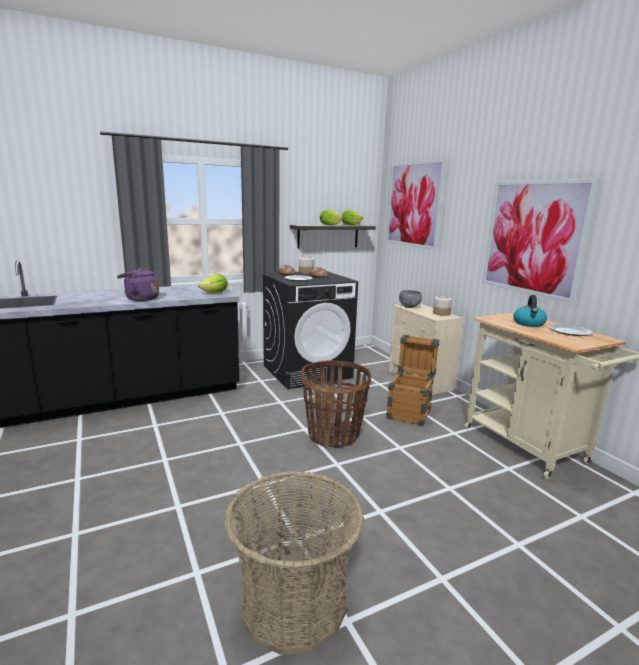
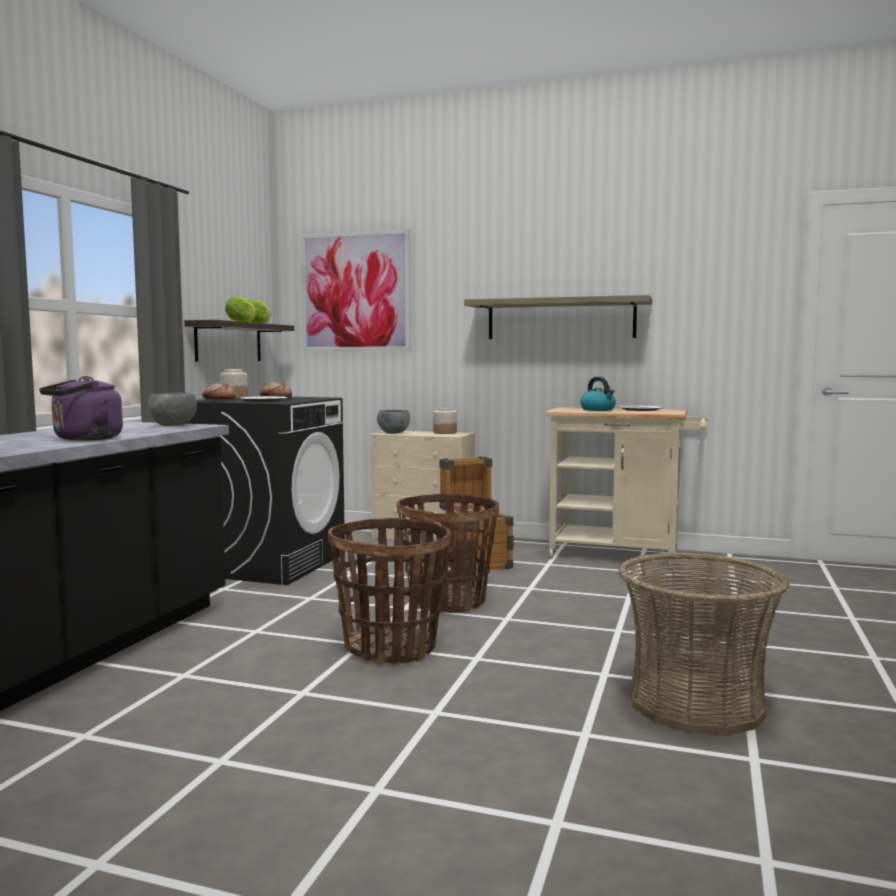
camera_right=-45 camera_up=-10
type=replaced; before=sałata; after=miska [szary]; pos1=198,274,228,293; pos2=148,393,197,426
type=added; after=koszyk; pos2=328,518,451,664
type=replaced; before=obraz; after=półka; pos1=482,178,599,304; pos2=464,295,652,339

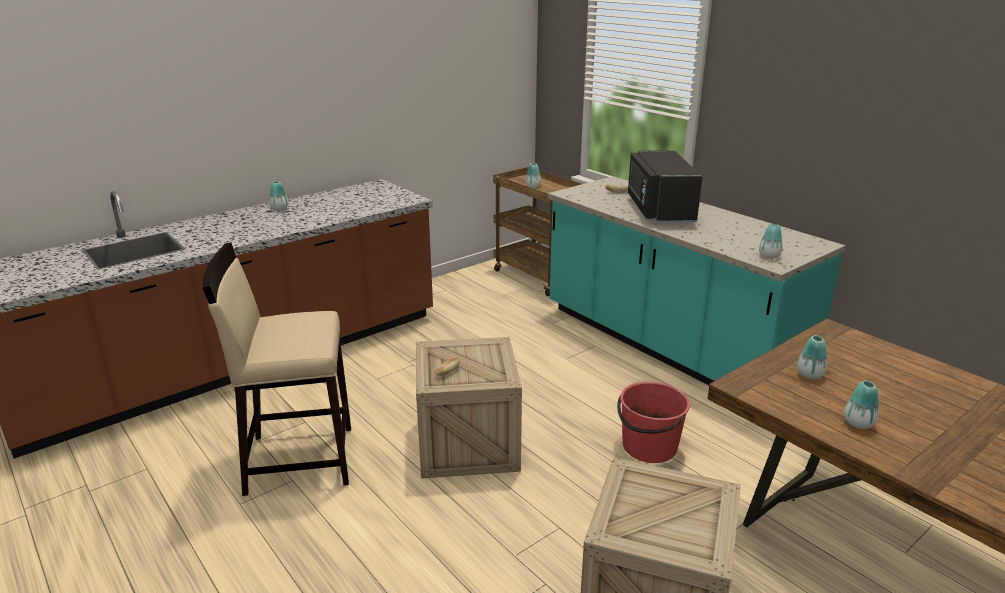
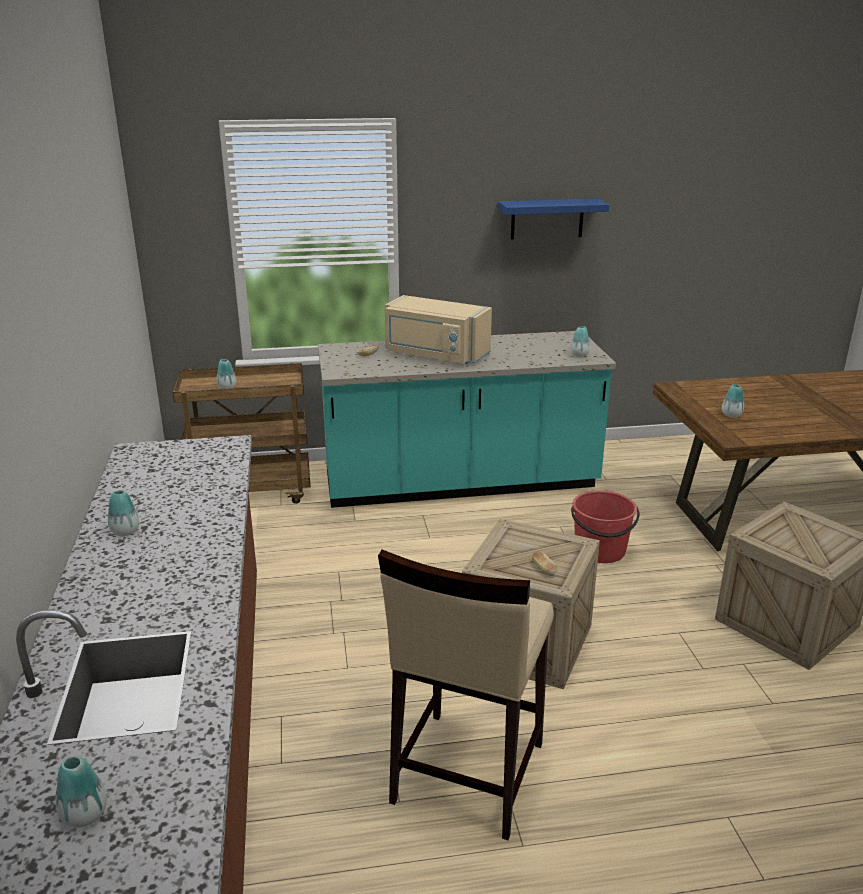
camera_right=-60 camera_up=0
type=moved; before=wazon; pos1=844,381,879,429; pos2=55,756,107,828
type=recoloured; before=mikrofalówka [czarny]; after=mikrofalówka [beżowy]; pos1=628,150,702,223; pos2=385,295,492,364
type=added; after=półka [niebieski]; pos2=498,199,610,239

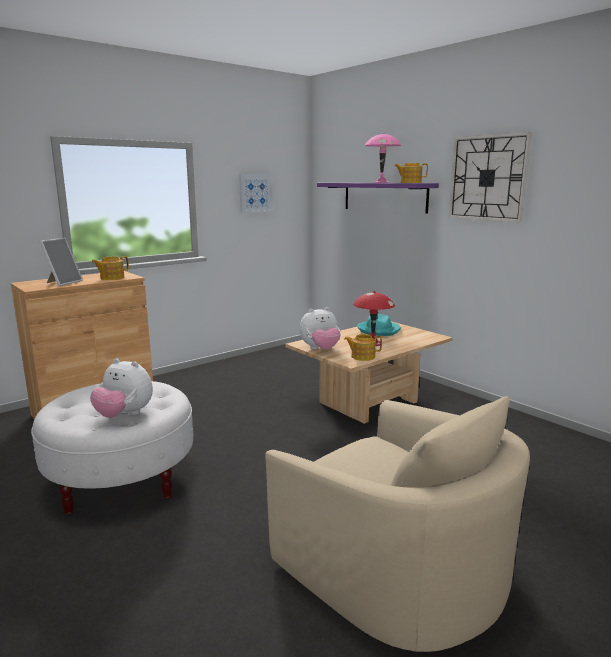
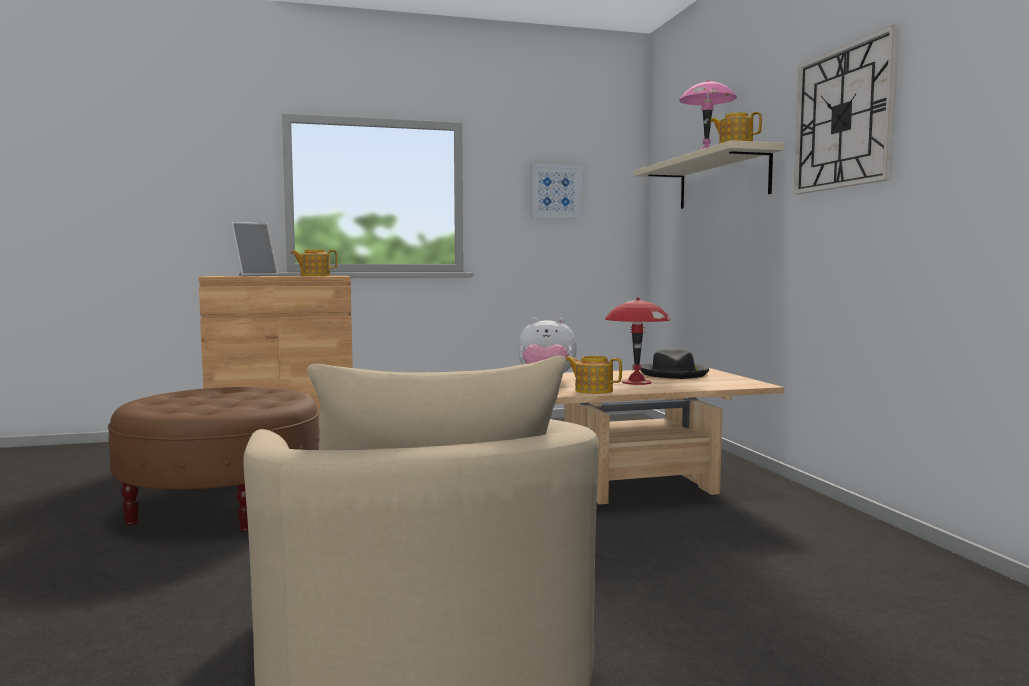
camera_right=25 camera_up=-10
type=recoloured; before=pufa [biały]; after=pufa [brązowy]; pos1=31,381,193,515; pos2=108,387,320,531
type=recoloured; before=półka [fioletowy]; after=półka [beżowy]; pos1=317,183,439,214; pos2=634,140,784,209
type=recoloured; before=kapelusz [turkusowy]; after=kapelusz [czarny]; pos1=357,314,401,336; pos2=639,349,709,379
type=removed; before=pluszak; pos1=90,358,153,418

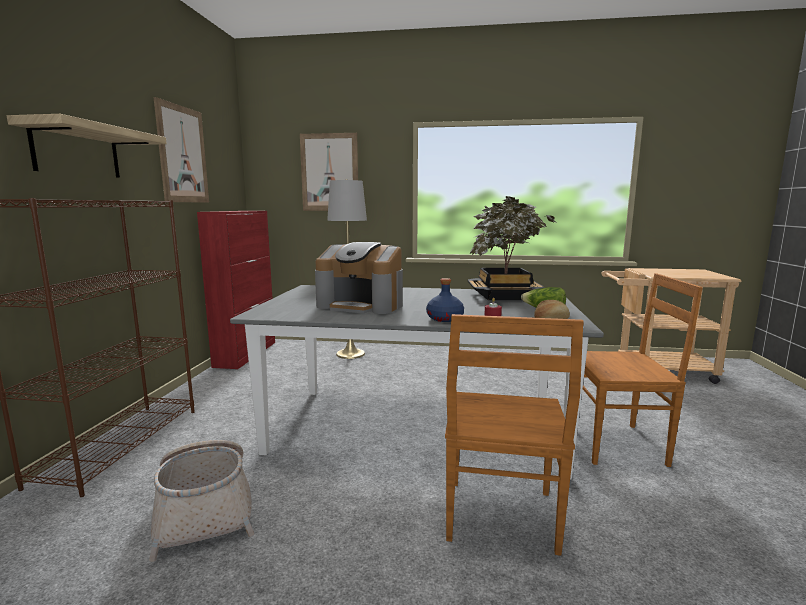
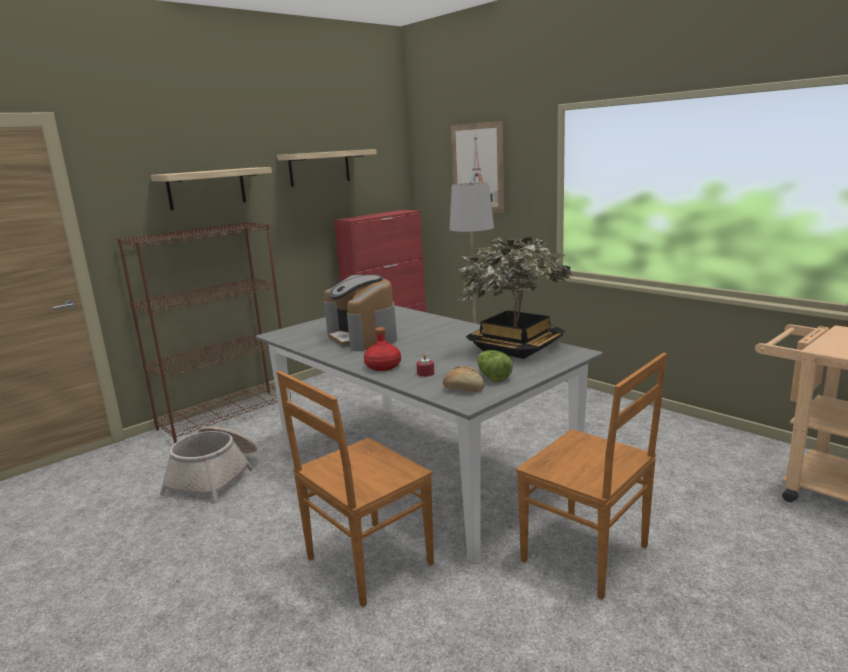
camera_right=40 camera_up=5
type=replaced; before=obraz; after=półka; pos1=154,97,209,203; pos2=277,149,377,187
type=recoloured; before=butelka [niebieski]; after=butelka [czerwony]; pos1=426,278,464,322; pos2=364,327,401,371

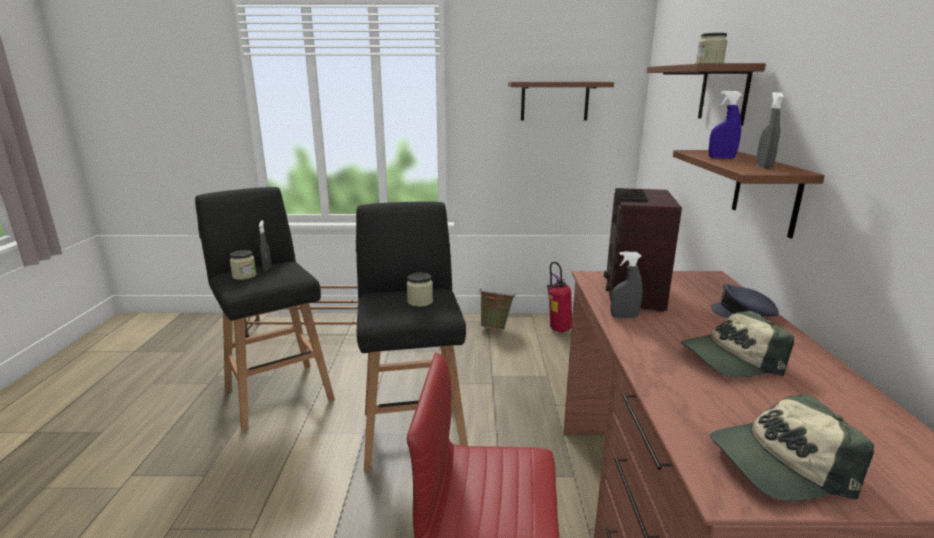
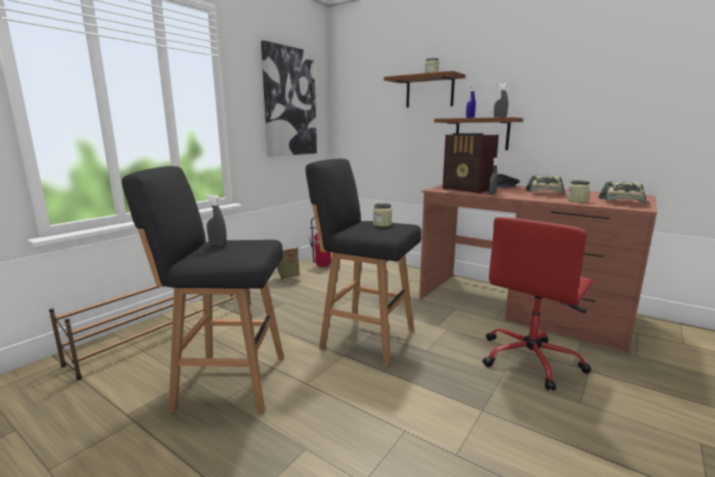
camera_right=-55 camera_up=-5
type=replaced; before=półka [brązowy]; after=obraz; pos1=508,82,614,121; pos2=261,40,317,157
type=moved; before=słoik; pos1=230,250,257,280; pos2=567,180,590,202

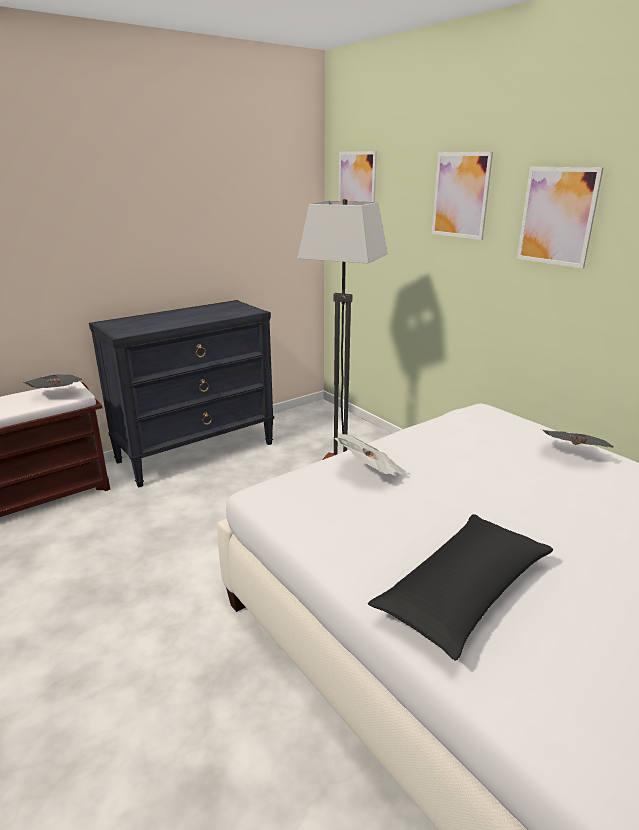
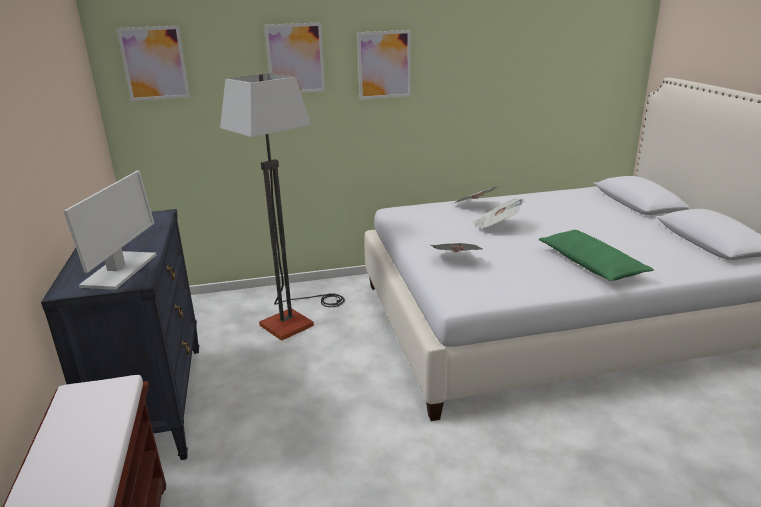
camera_right=-65 camera_up=0
type=added; after=monitor; pos2=63,170,156,290
type=moved; before=gazeta; pos1=23,374,82,388; pos2=473,198,525,229
type=recoloured; before=poduszka [czarny]; after=poduszka [zielony]; pos1=368,514,553,660; pos2=539,230,654,281

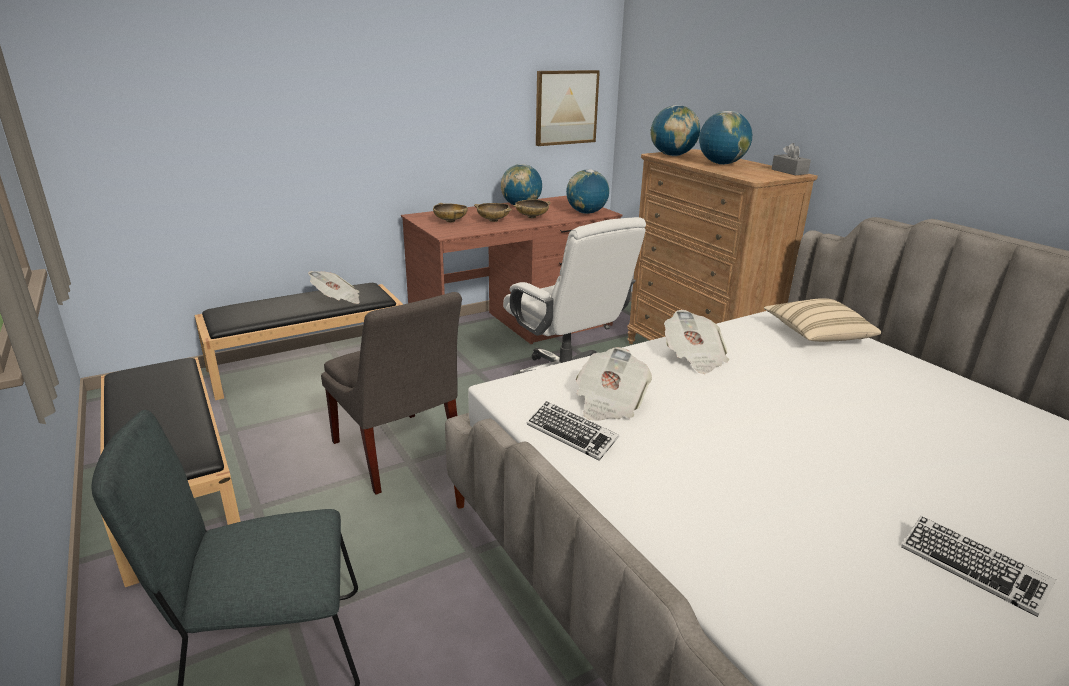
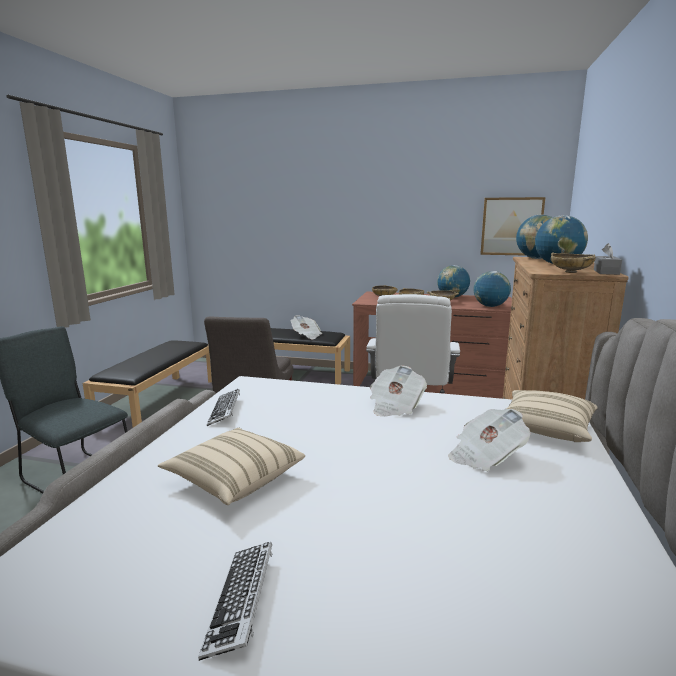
camera_right=45 camera_up=-10
type=added; after=poduszka [beżowy]; pos2=158,427,305,505
type=moved; before=gazeta; pos1=576,347,652,421; pos2=448,409,530,471
type=added; after=miska [beżowy]; pos2=551,253,596,273

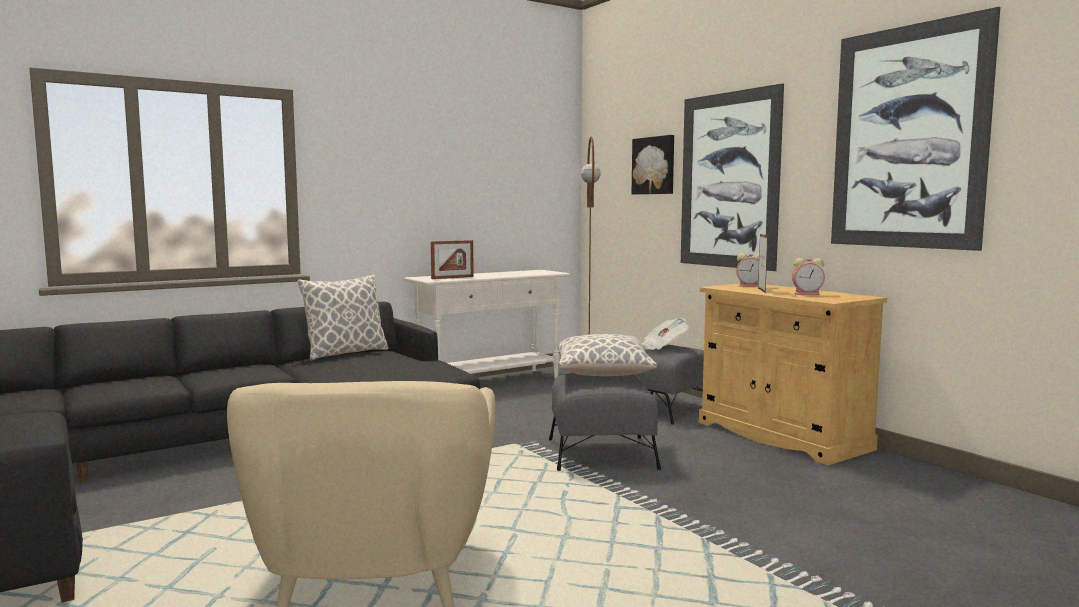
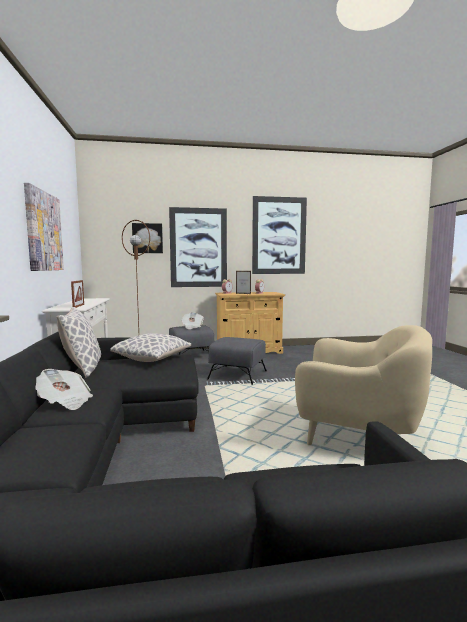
camera_right=-65 camera_up=0
type=added; after=obraz; pos2=24,183,64,271
type=added; after=gazeta; pos2=35,369,93,410
type=moved; before=poduszka; pos1=558,334,657,376; pos2=110,333,191,362

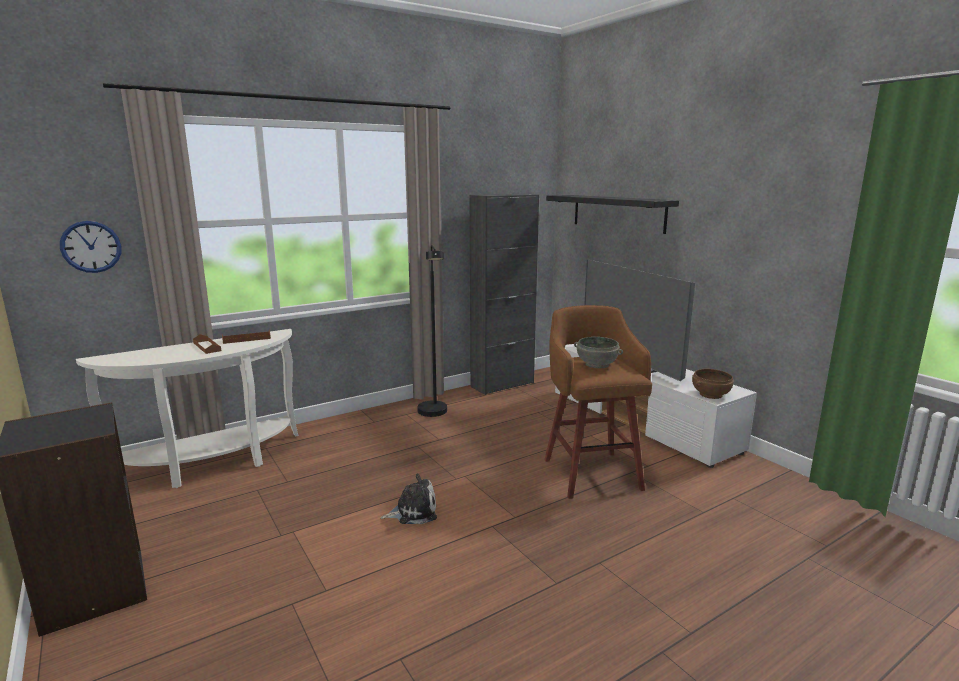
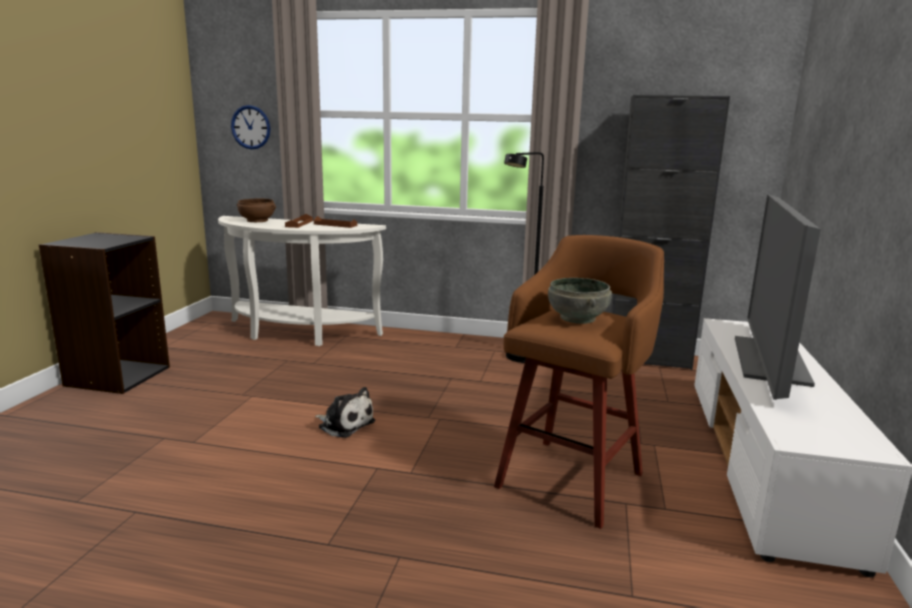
camera_right=45 camera_up=0
type=moved; before=miska [brązowy]; pos1=692,369,734,399; pos2=237,199,276,222
type=removed; before=półka [czarny]; pos1=546,195,679,234

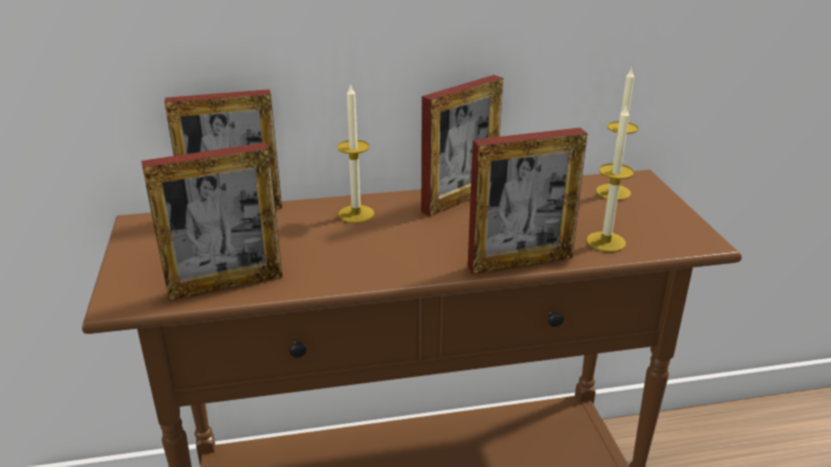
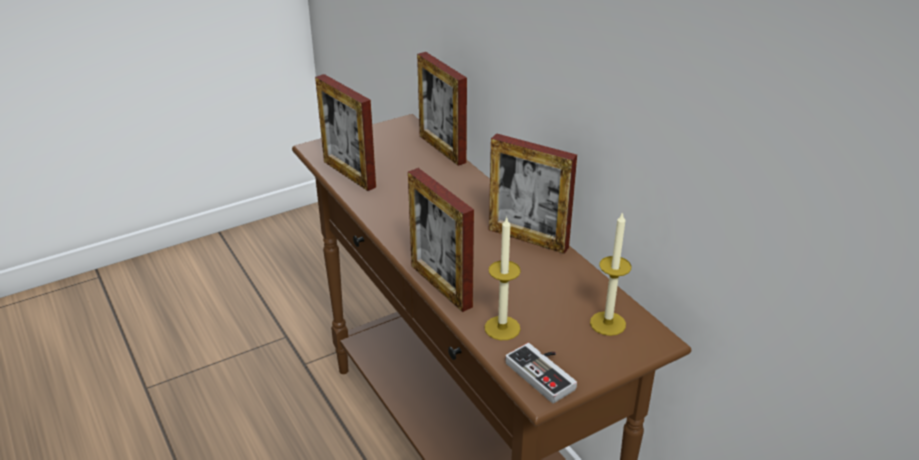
camera_right=70 camera_up=5
type=added; after=pad do gier; pos2=505,343,577,403
type=removed; before=świeca; pos1=337,83,374,223

